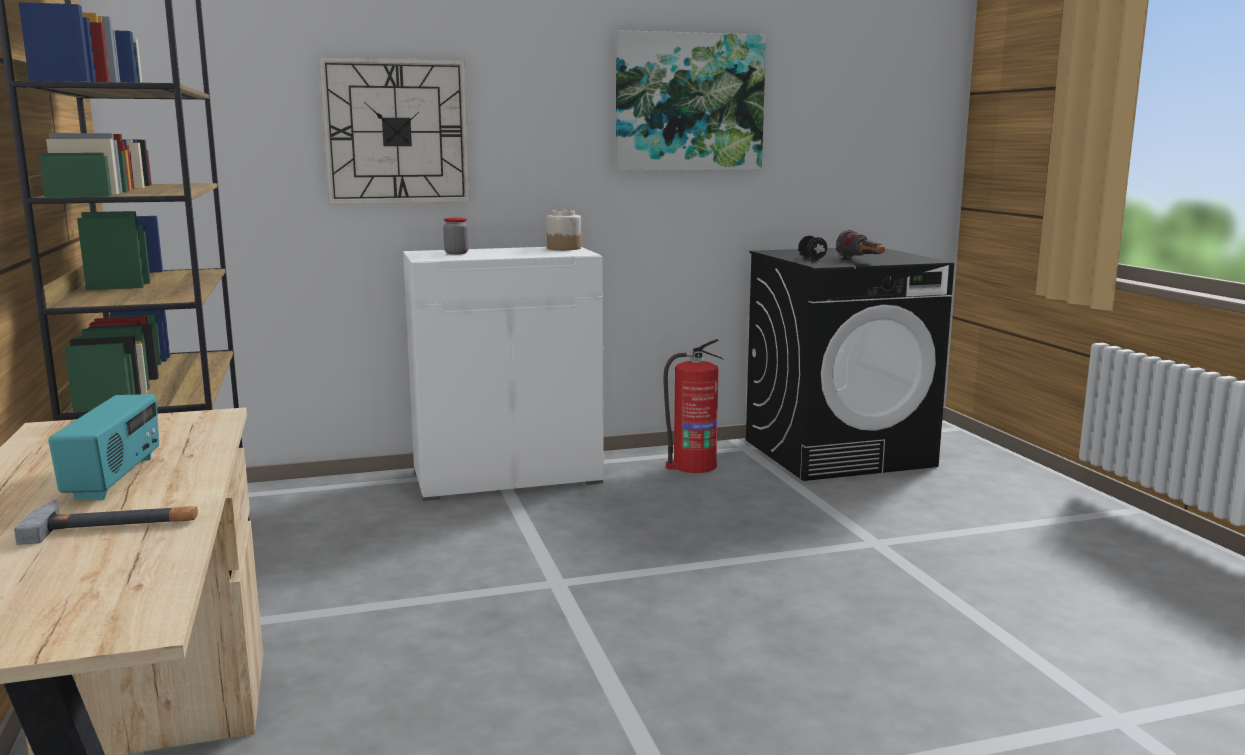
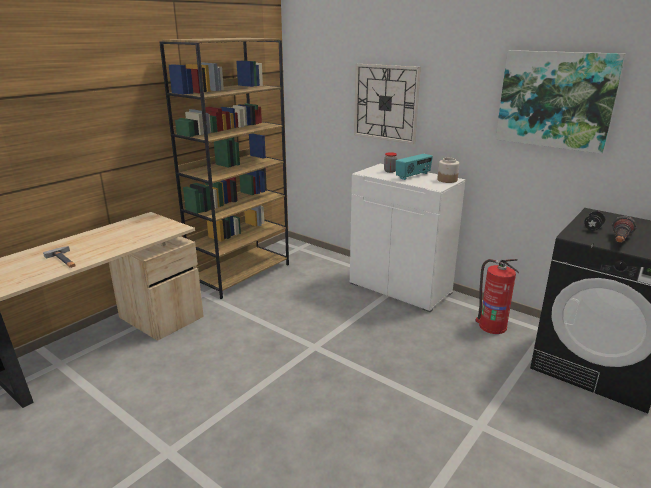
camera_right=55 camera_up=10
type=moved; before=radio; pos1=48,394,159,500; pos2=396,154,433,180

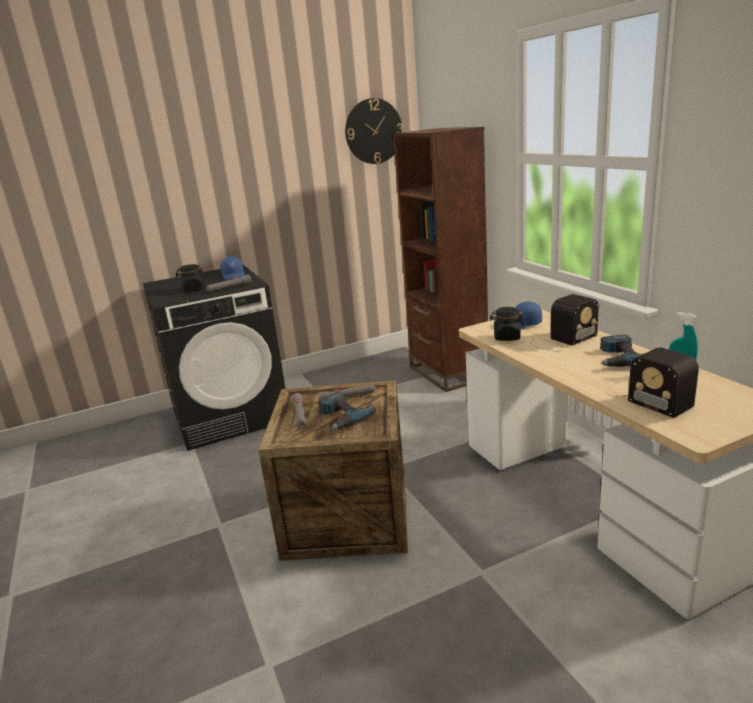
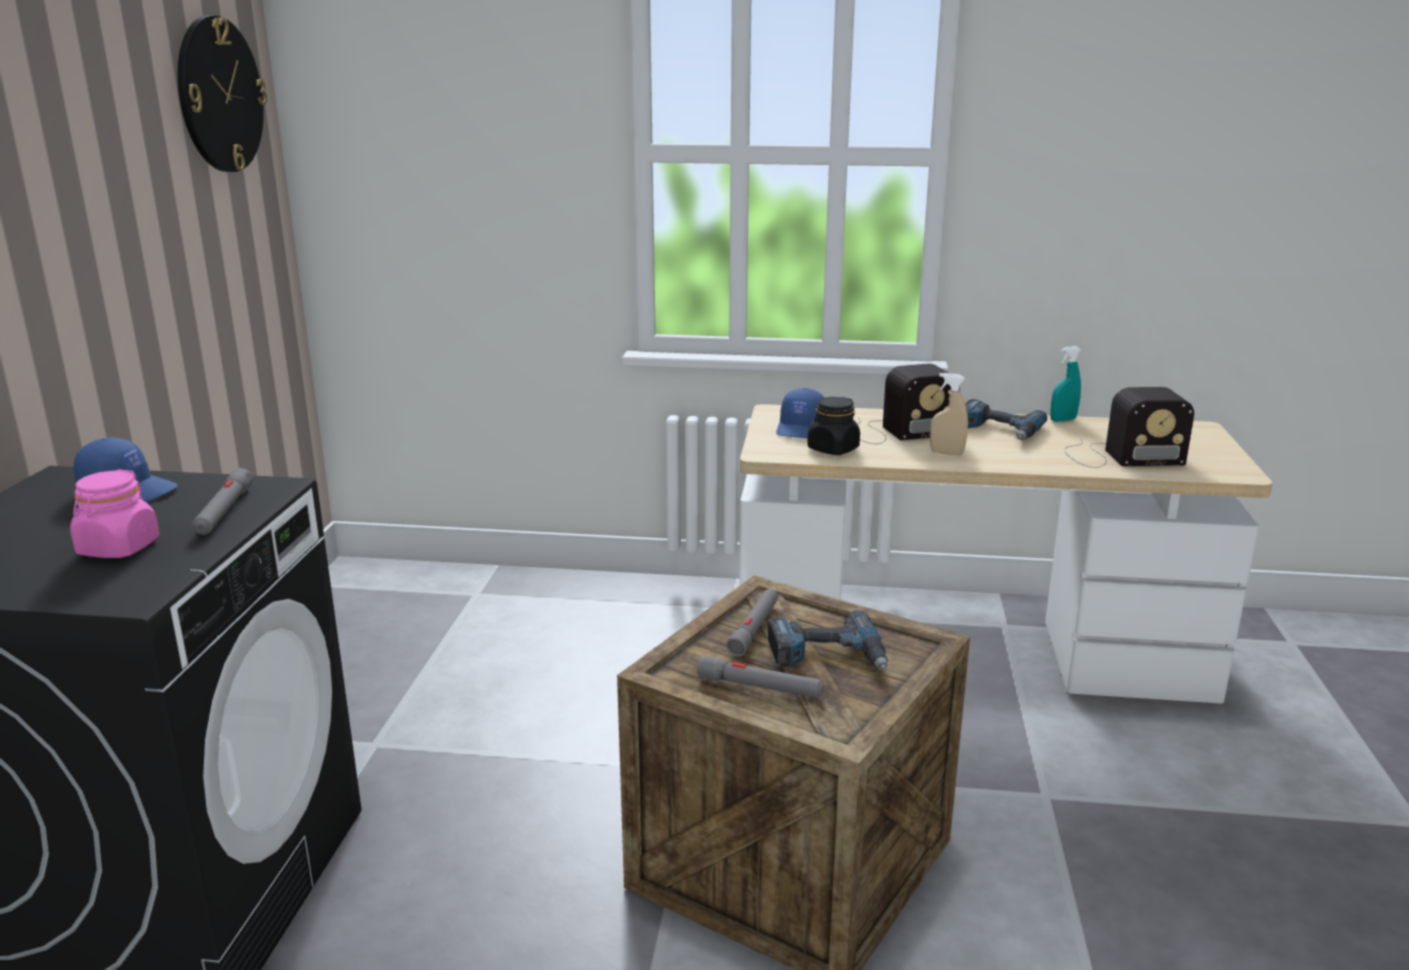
camera_right=-60 camera_up=0
type=recoloured; before=słoik [czarny]; after=słoik [różowy]; pos1=176,264,205,292; pos2=70,469,160,558
type=turned; before=radio; pos1=529,294,599,351; pos2=857,364,960,444; turn=75
type=added; after=spryskiwacz [beżowy]; pos2=930,373,968,455
type=removed; before=regał [brązowy]; pos1=393,127,488,392

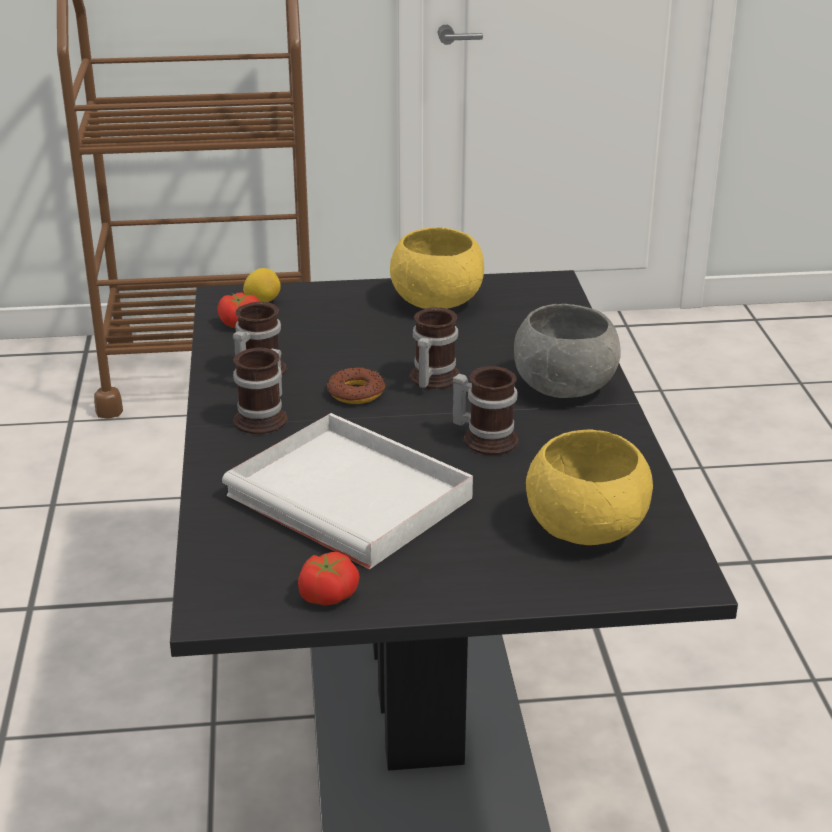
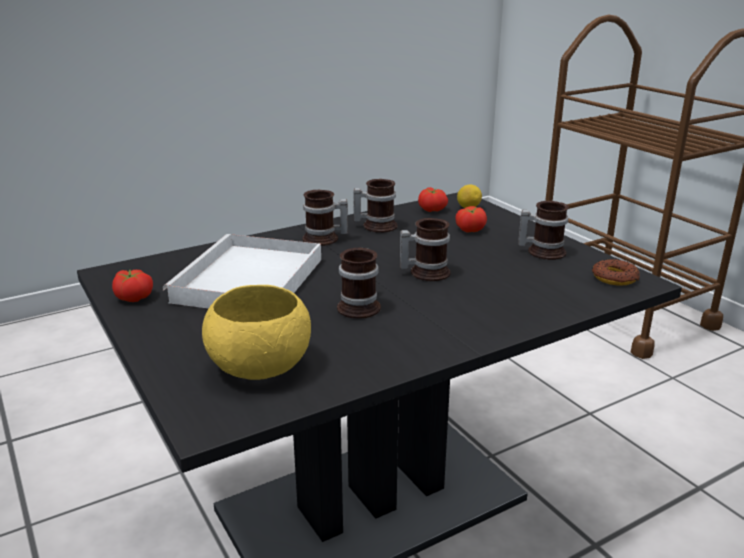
camera_right=65 camera_up=-5
type=added; after=pomidor; pos2=455,206,487,233
type=replaced; before=miska [żółty]; after=kubek; pos1=390,227,484,309; pos2=518,201,569,260
type=moved; before=donut; pos1=327,367,385,404; pos2=592,259,640,286
type=removed; before=miska [szary]; pos1=514,304,621,398

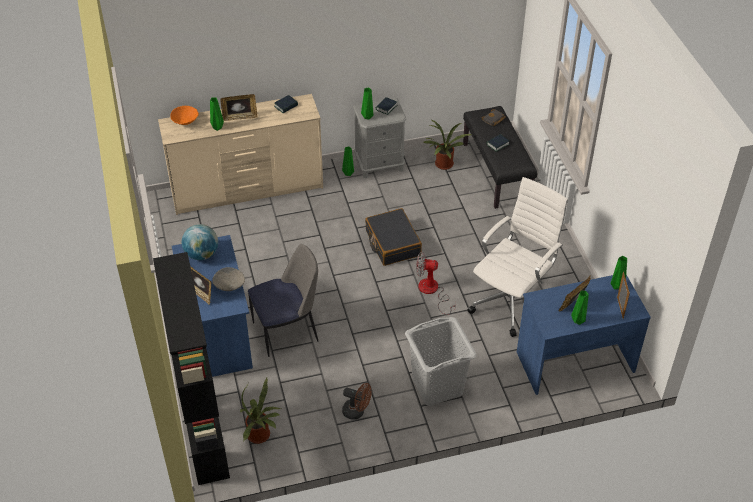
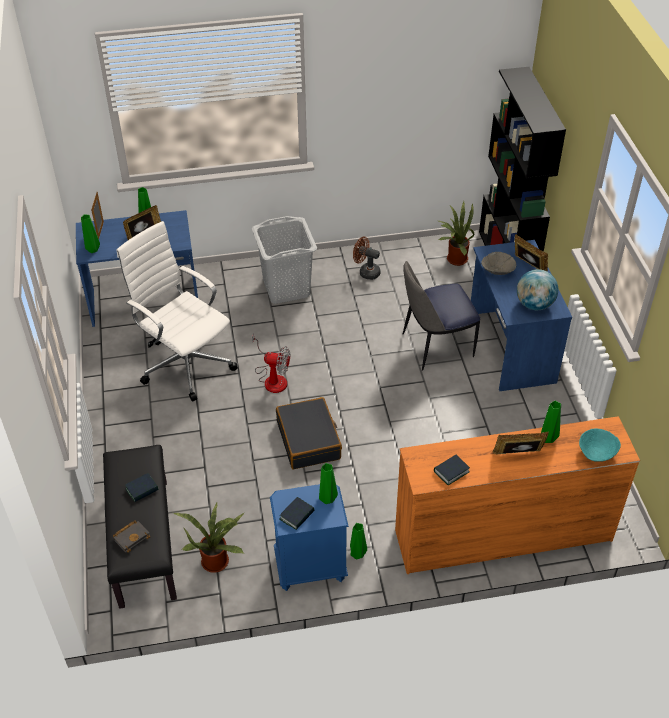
camera_right=-175 camera_up=0
type=turned; before=krzesło biurowe [biały]; pos1=467,177,568,337; pos2=117,221,238,402; turn=90
type=recoloured; before=szafka nocna [szary]; after=szafka nocna [niebieski]; pos1=353,98,406,179; pos2=270,484,349,591
type=recoloured; before=komoda [beżowy]; after=komoda [pomarańczowy]; pos1=158,94,323,215; pos2=395,416,640,574
type=recoloured; before=miska [pomarańczowy]; after=miska [turkusowy]; pos1=170,106,199,125; pos2=579,428,621,462

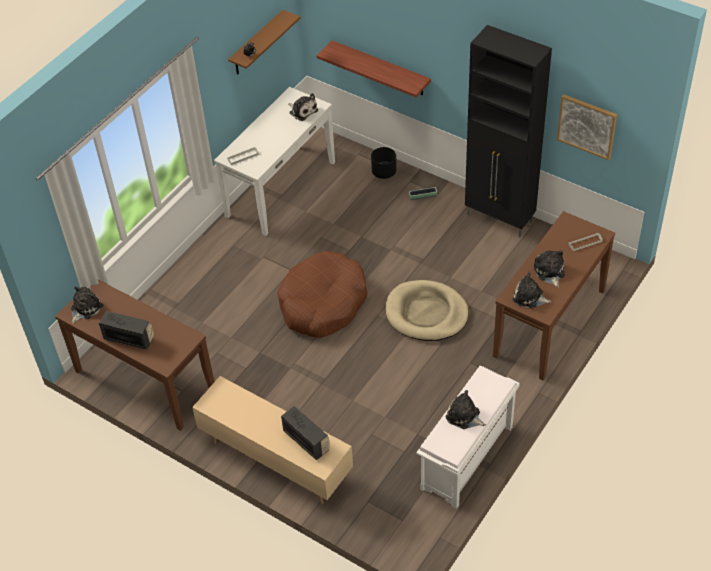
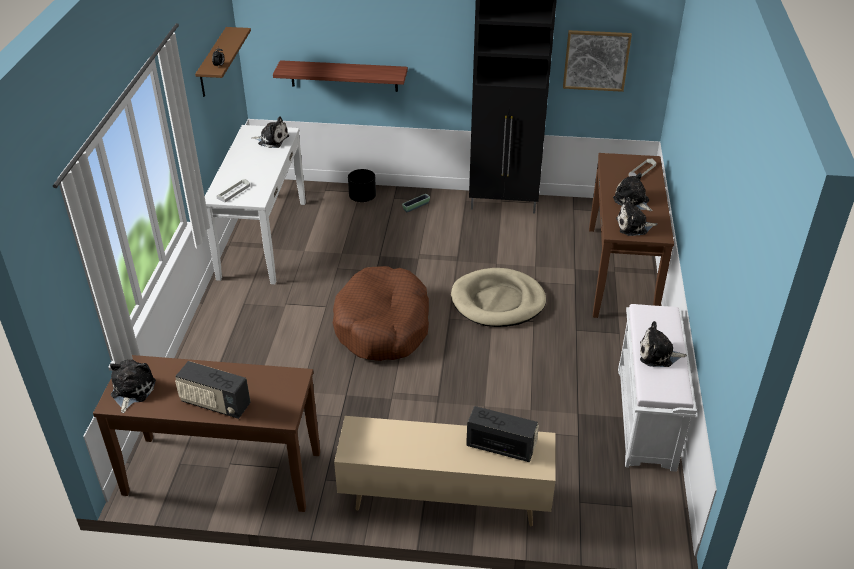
camera_right=-30 camera_up=-10
type=turned; before=radio; pos1=99,311,154,350; pos2=175,361,251,419; turn=-150

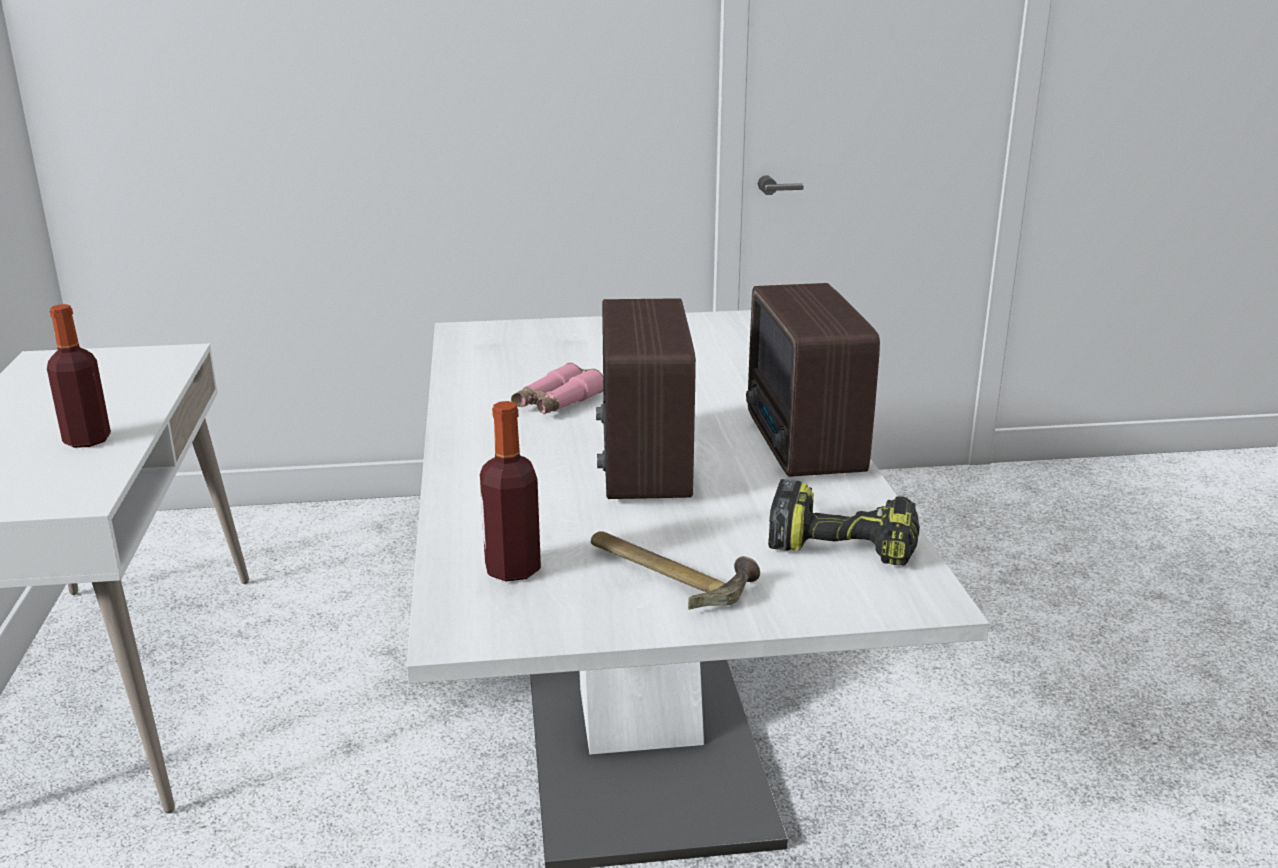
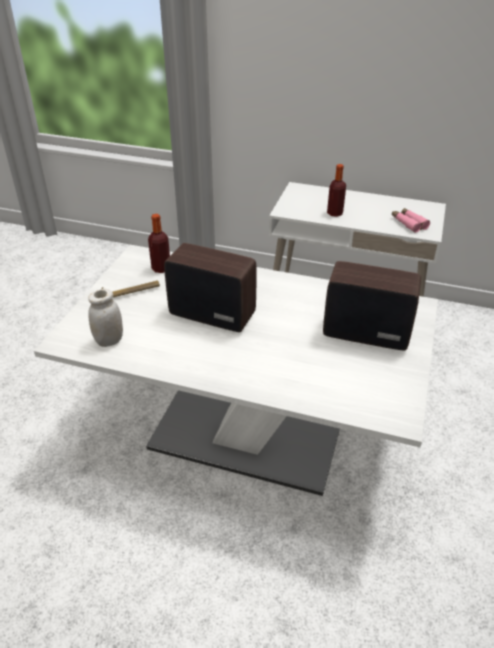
camera_right=115 camera_up=15
type=replaced; before=wiertarka; after=słoik [biały]; pos1=768,479,920,566; pos2=88,289,123,347
type=moved; before=radio; pos1=746,283,880,477; pos2=323,261,421,350
type=moved; before=lornetka [różowy]; pos1=511,363,603,415; pos2=392,208,430,233

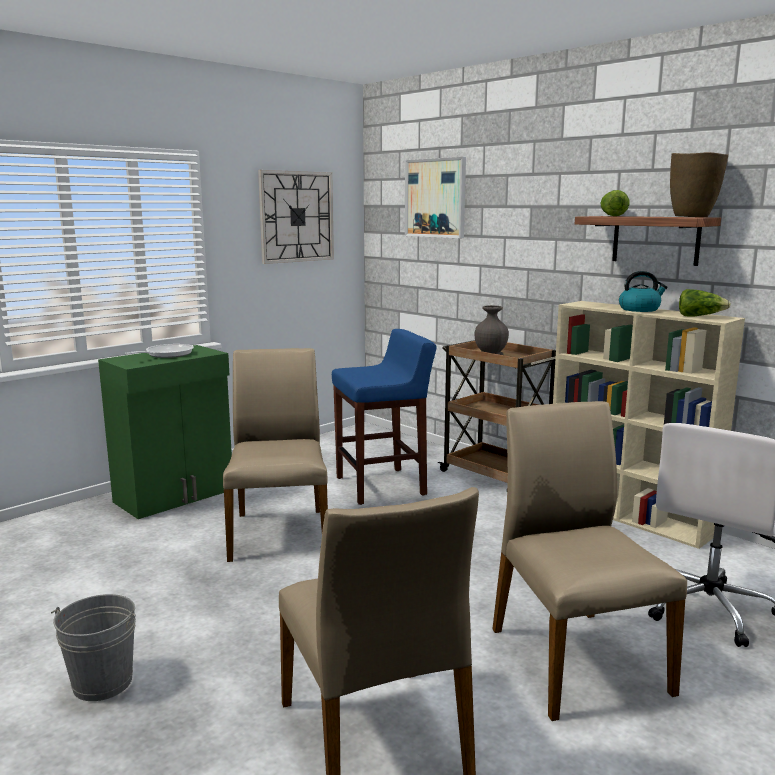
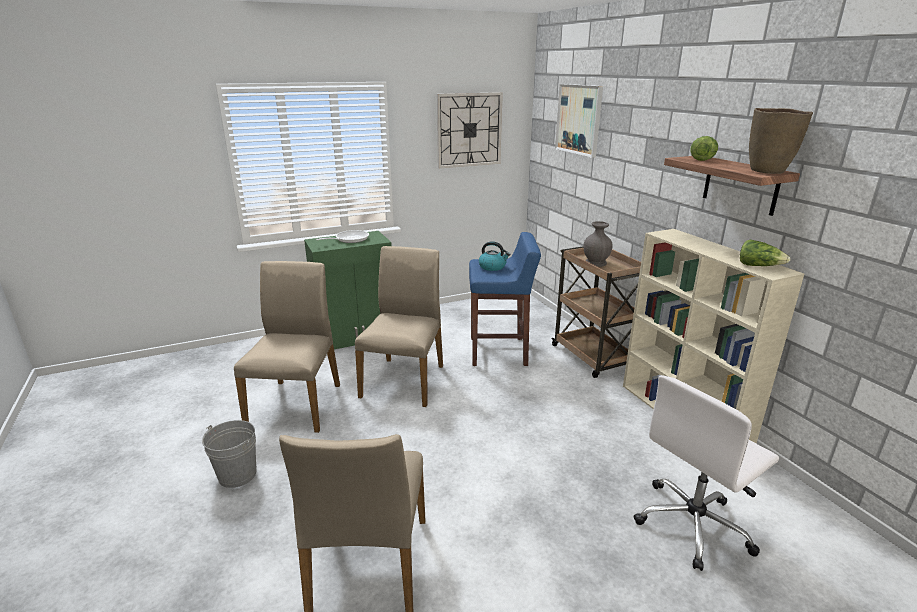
camera_right=20 camera_up=10
type=moved; before=krzesło [beżowy]; pos1=492,401,687,721; pos2=234,261,340,433
type=moved; before=czajnik; pos1=619,271,668,312; pos2=479,241,510,271

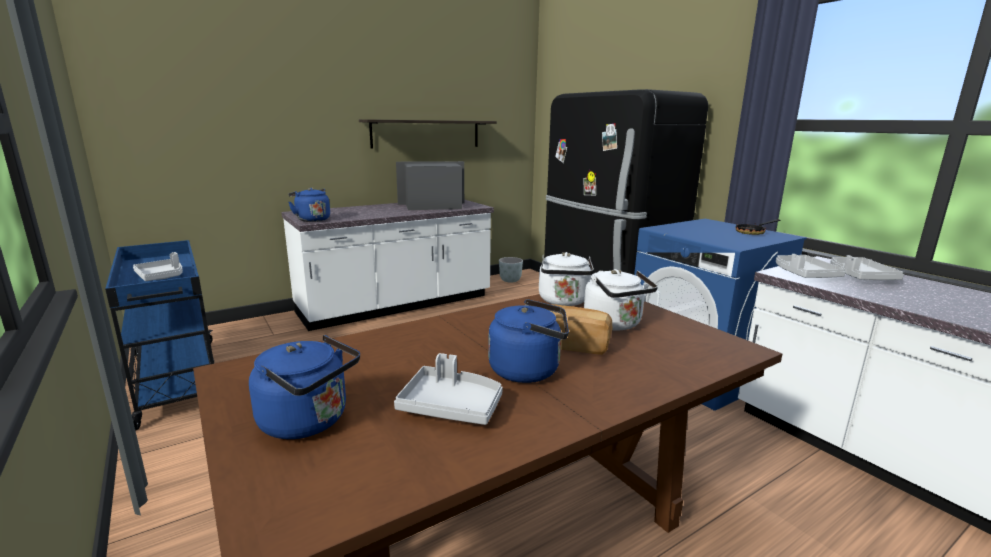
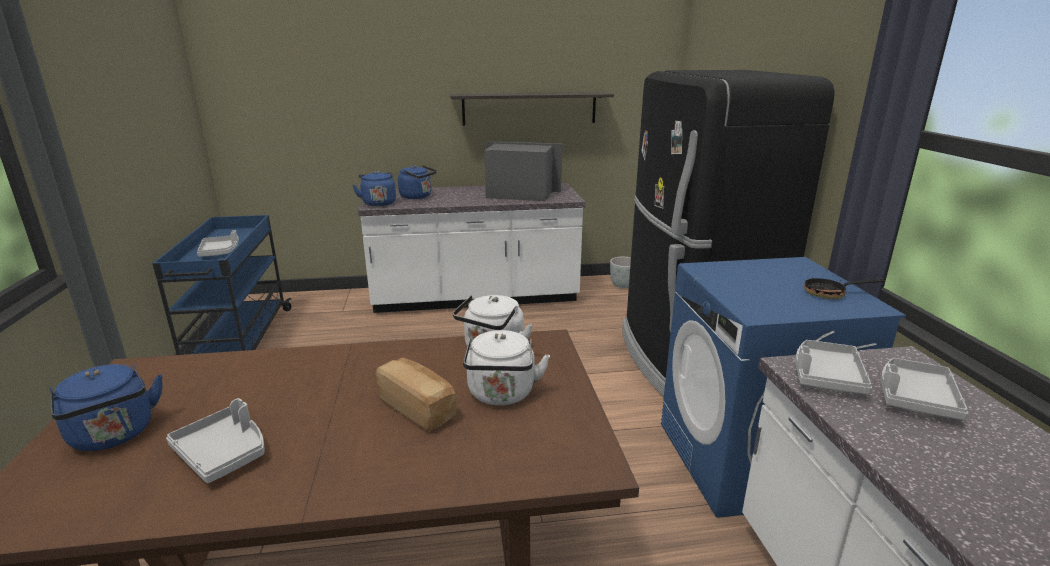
camera_right=25 camera_up=5
type=moved; before=czajnik [niebieski]; pos1=488,299,569,383; pos2=398,165,437,199

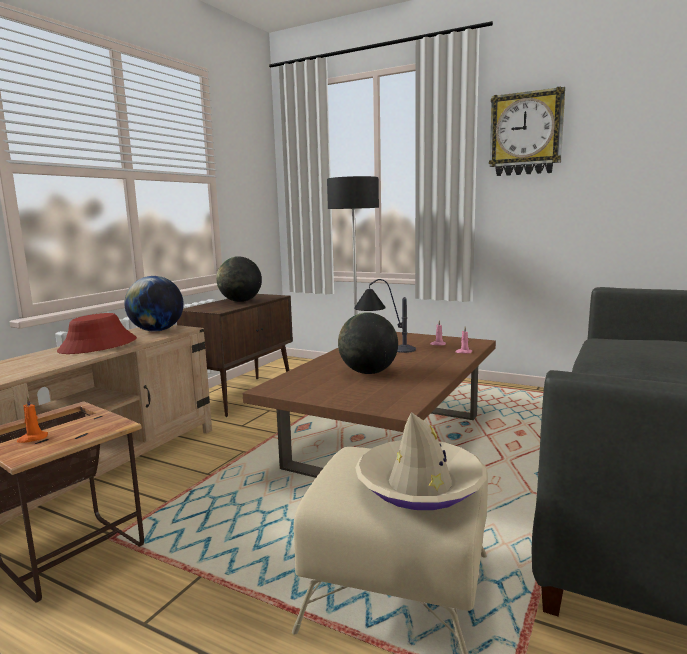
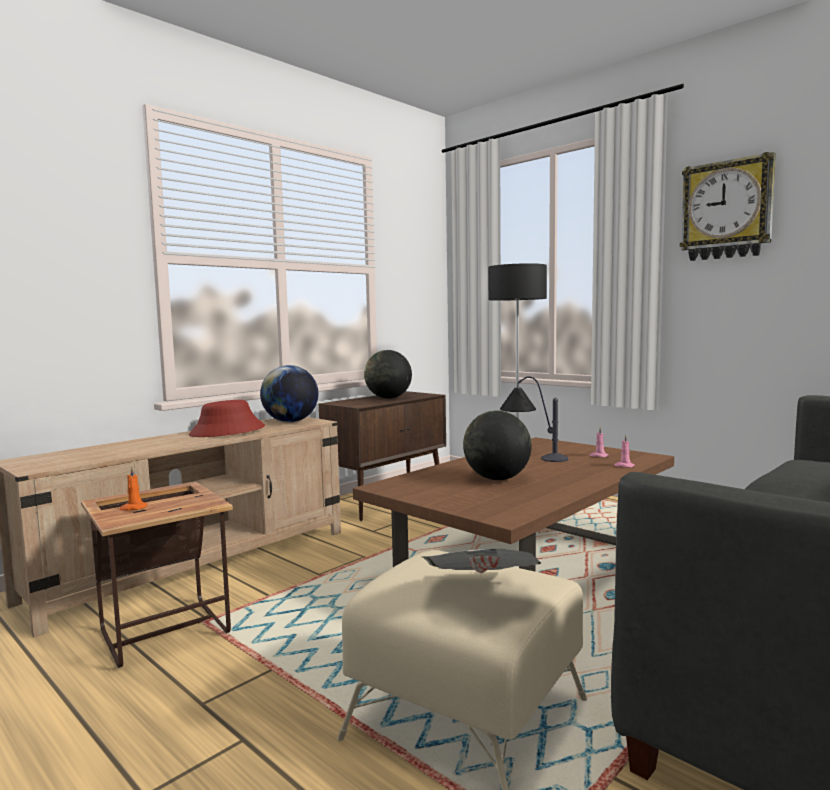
camera_right=15 camera_up=-5
type=replaced; before=kapelusz [beżowy]; after=gazeta; pos1=355,412,487,510; pos2=422,549,541,573

